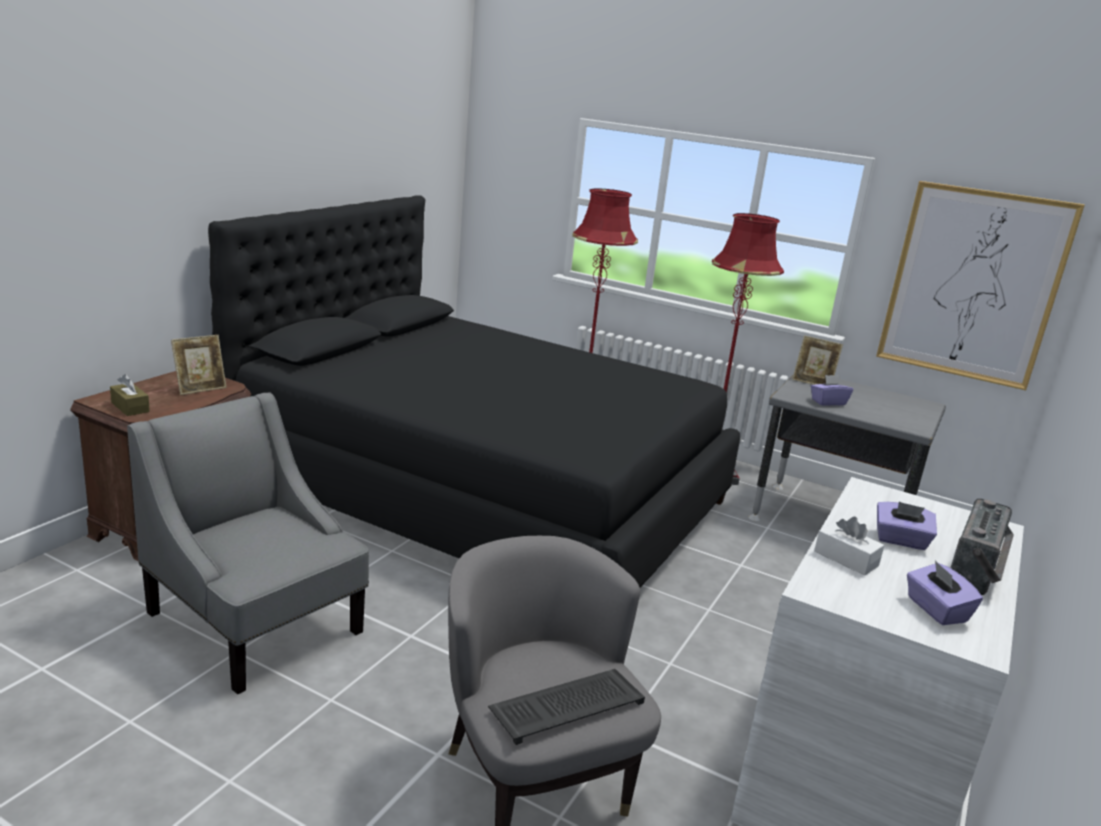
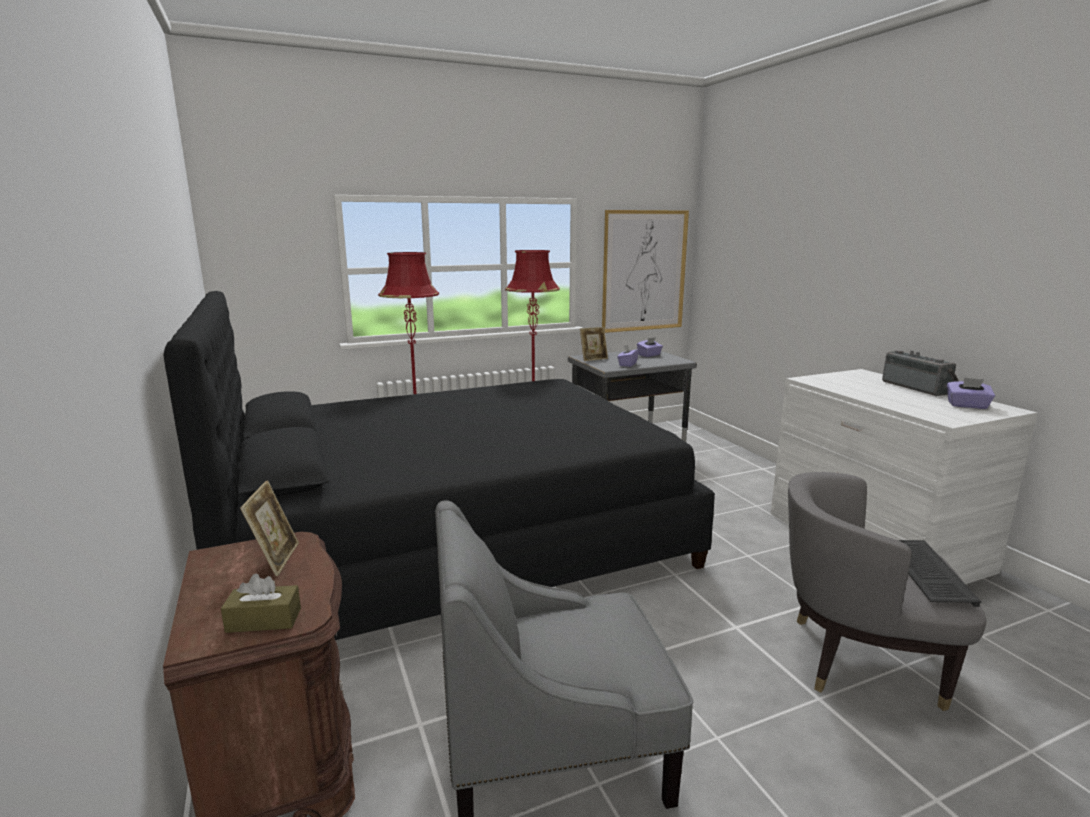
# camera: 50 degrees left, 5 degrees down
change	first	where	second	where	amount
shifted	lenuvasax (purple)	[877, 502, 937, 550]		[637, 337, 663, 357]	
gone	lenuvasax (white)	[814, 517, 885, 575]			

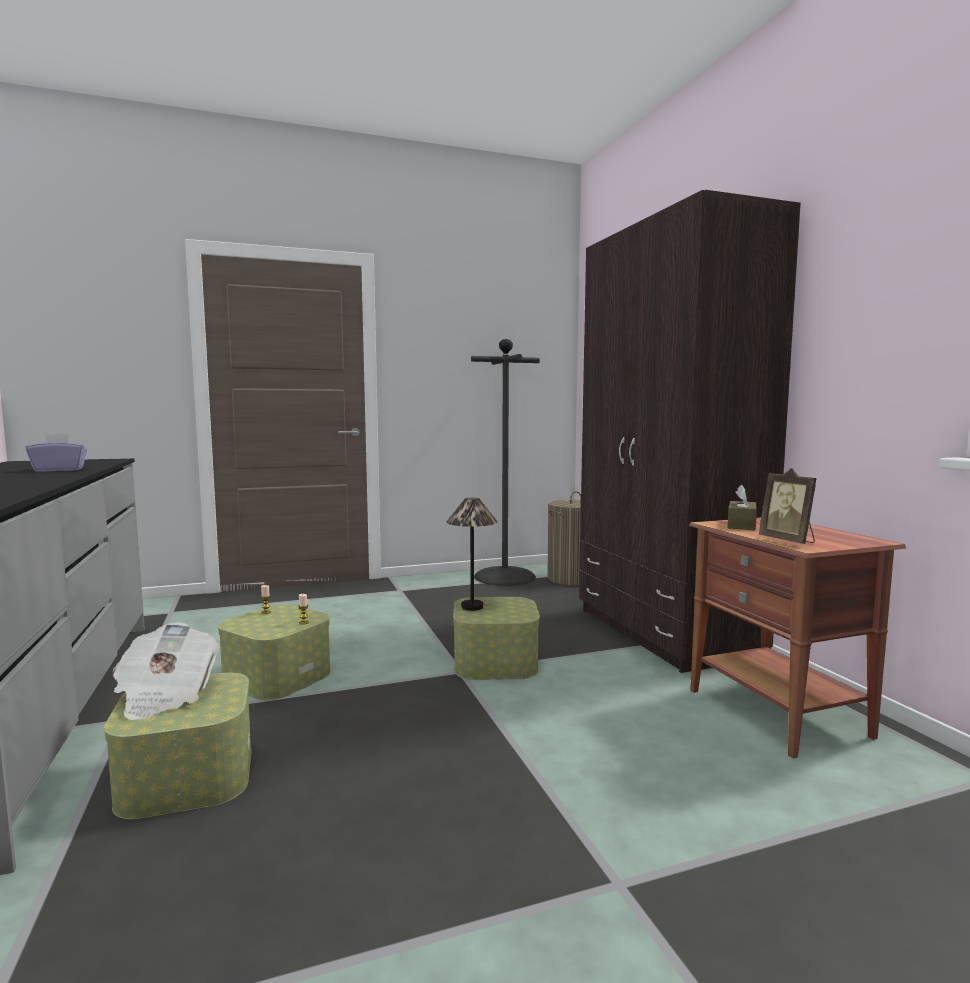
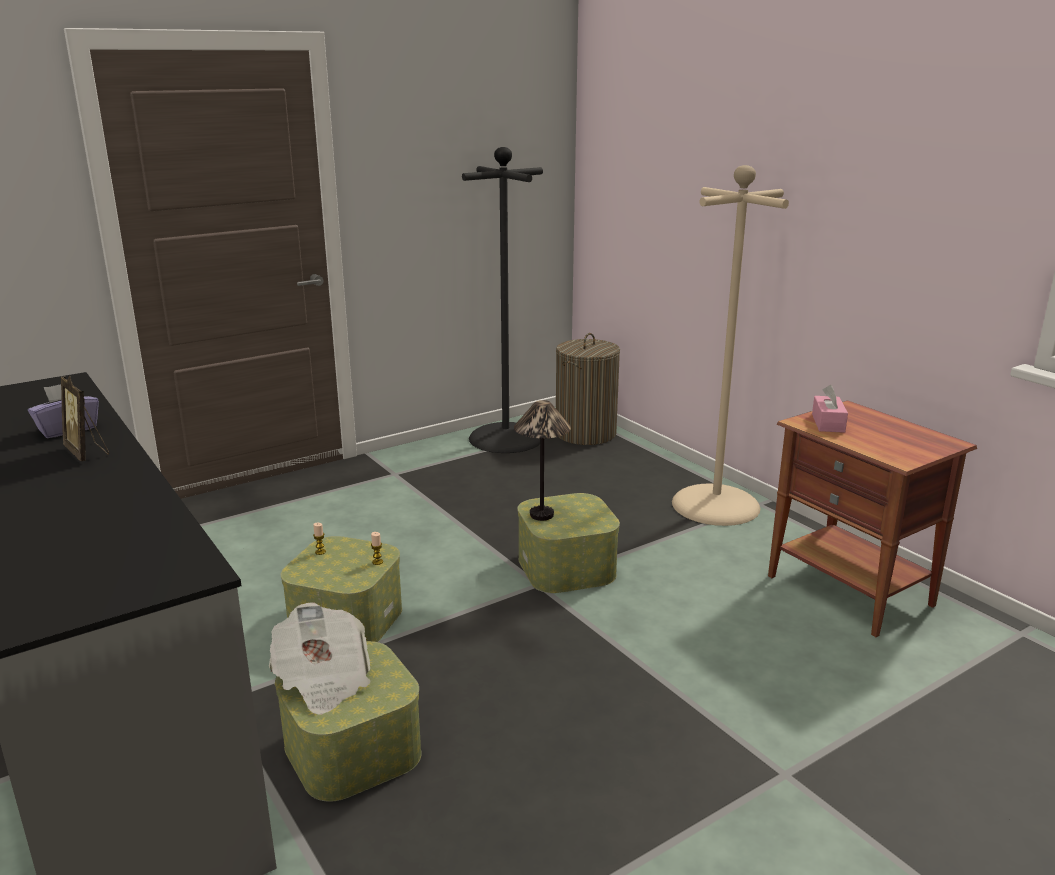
# camera: 15 degrees left, 15 degrees up
change	first	where	second	where	amount
swapped	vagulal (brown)	[579, 190, 801, 673]	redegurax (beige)	[672, 165, 789, 526]	
shifted	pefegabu	[759, 468, 817, 544]		[61, 376, 109, 461]	
repainted	lenuvasax (brown)	[728, 485, 757, 530]	lenuvasax (pink)	[812, 385, 848, 433]	

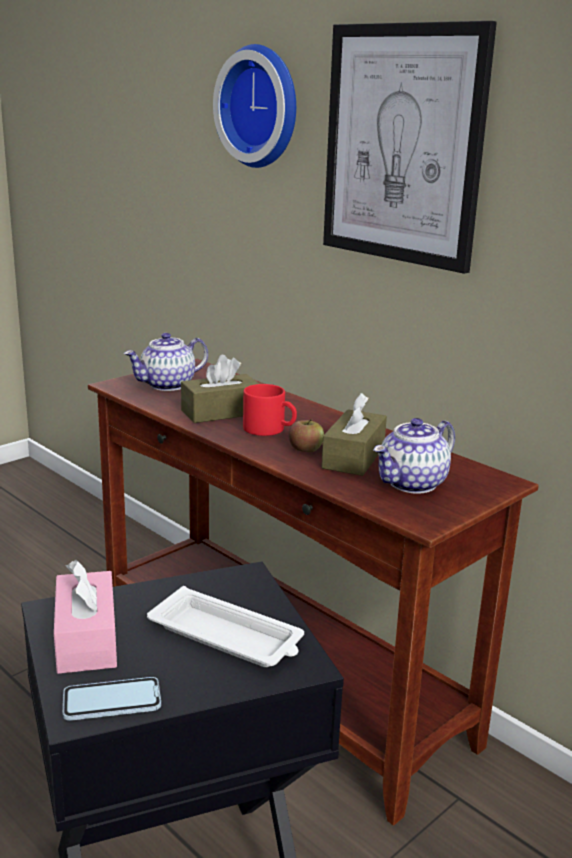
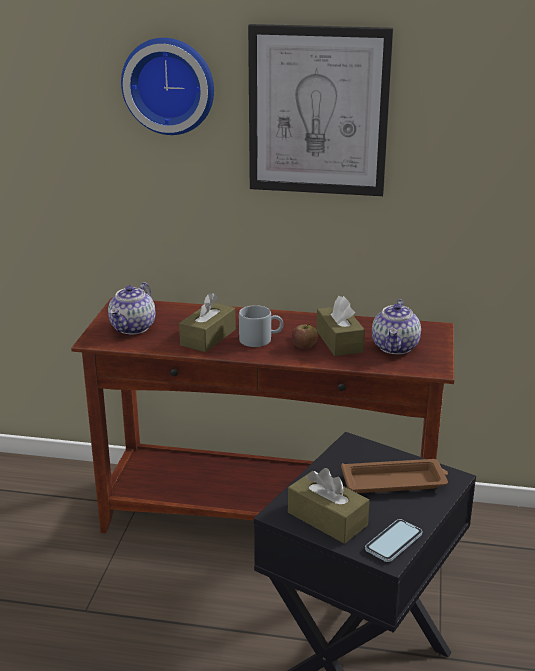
# camera: 35 degrees left, 5 degrees up
change	first	where	second	where	amount
repainted	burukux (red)	[243, 384, 297, 436]	burukux (grey)	[239, 305, 283, 347]	
repainted	lenuvasax (pink)	[54, 560, 117, 674]	lenuvasax (brown)	[288, 468, 370, 544]	
repainted	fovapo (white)	[147, 586, 304, 667]	fovapo (brown)	[341, 459, 448, 493]	

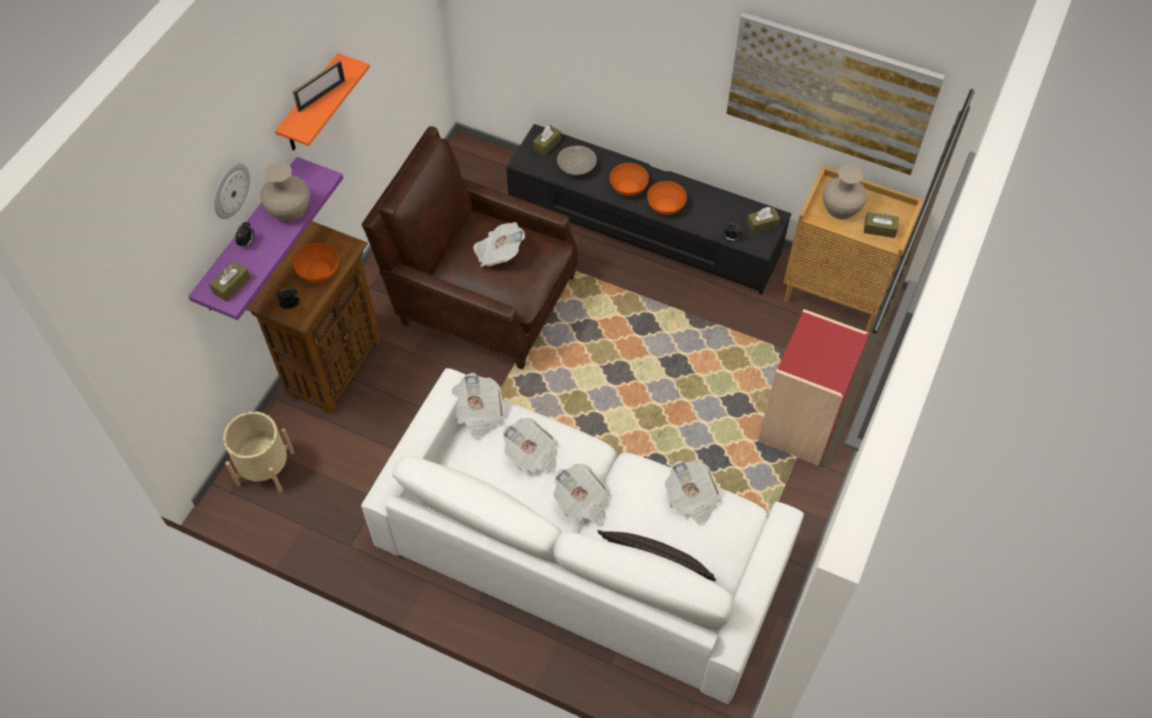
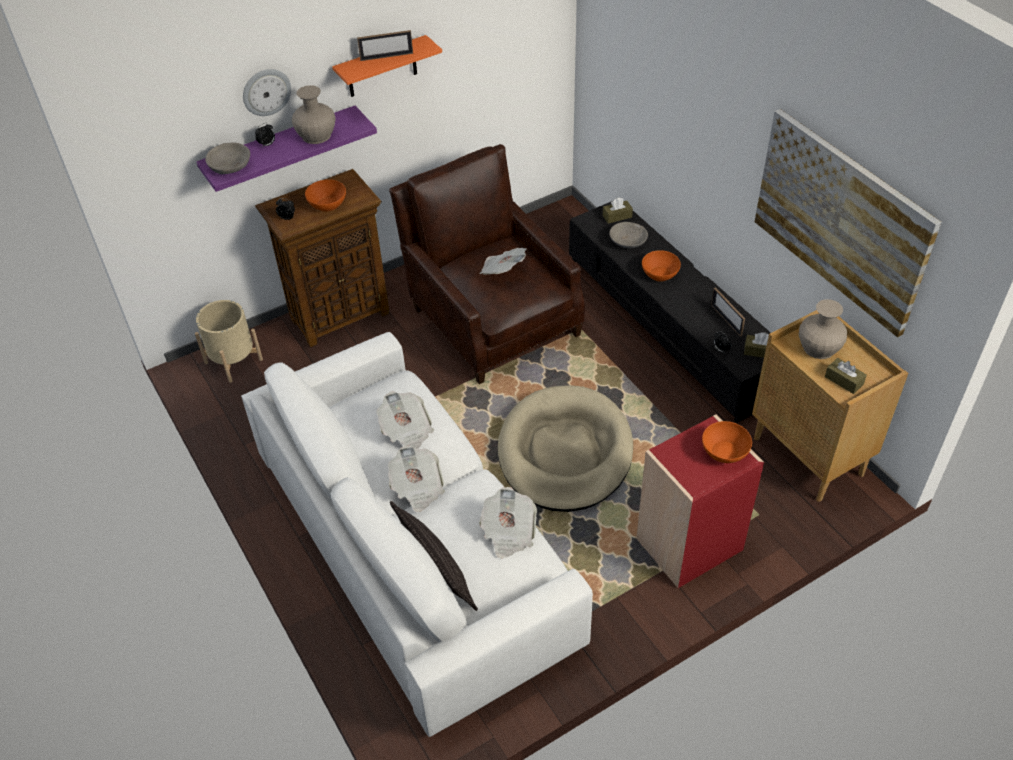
# camera: 35 degrees right, 10 degrees down
change	first	where	second	where	amount
shifted	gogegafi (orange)	[647, 181, 687, 215]		[702, 421, 752, 463]	
swapped	lenuvasax (brown)	[209, 261, 251, 302]	gogegafi (grey)	[205, 142, 250, 174]	
gone	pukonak	[452, 373, 504, 439]			
new			pefegabu	[711, 287, 745, 337]	
new			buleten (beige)	[498, 385, 633, 512]	

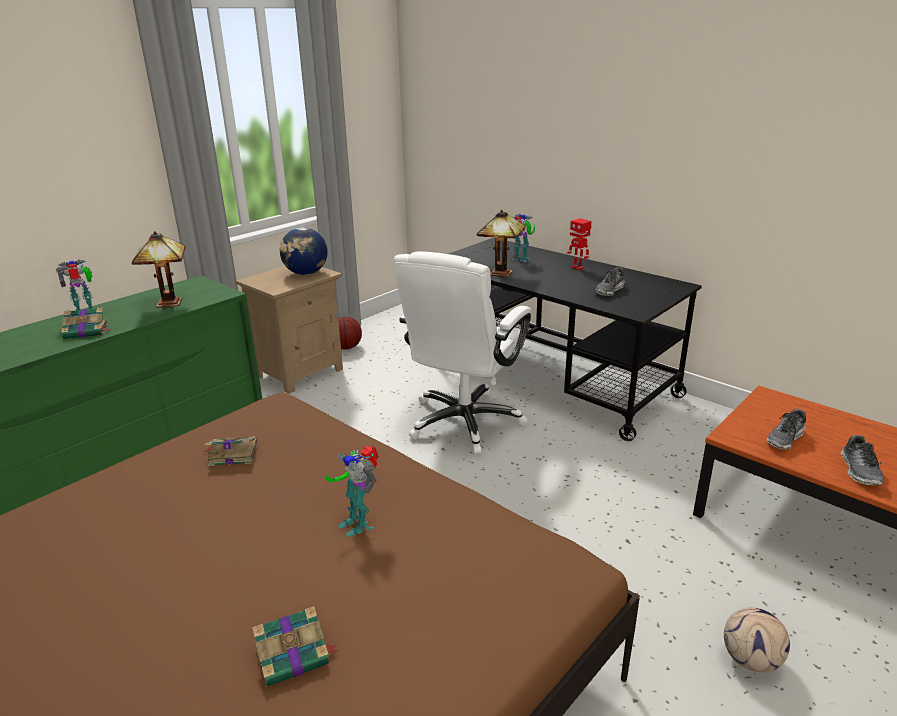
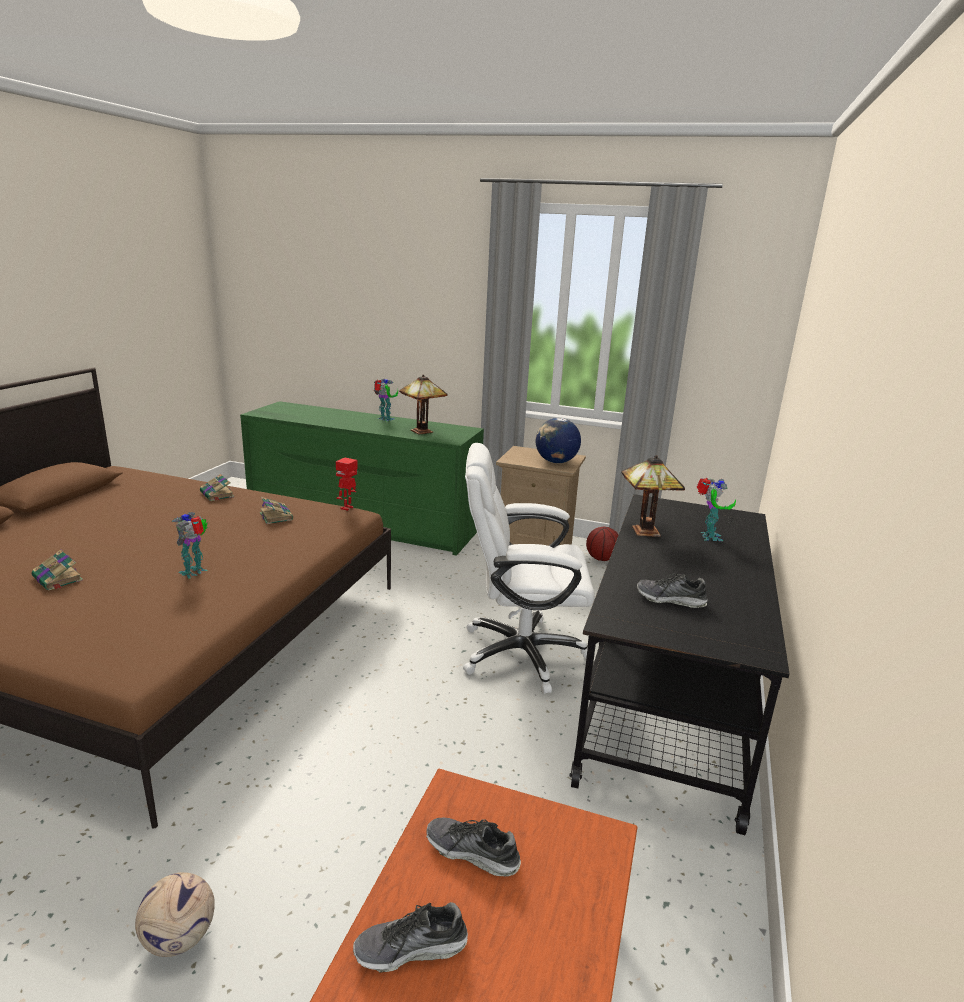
# camera: 65 degrees right, 5 degrees down
change	first	where	second	where	amount
shifted	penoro	[567, 218, 591, 270]		[336, 458, 358, 511]	
shifted	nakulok	[61, 307, 111, 339]		[200, 474, 234, 501]	

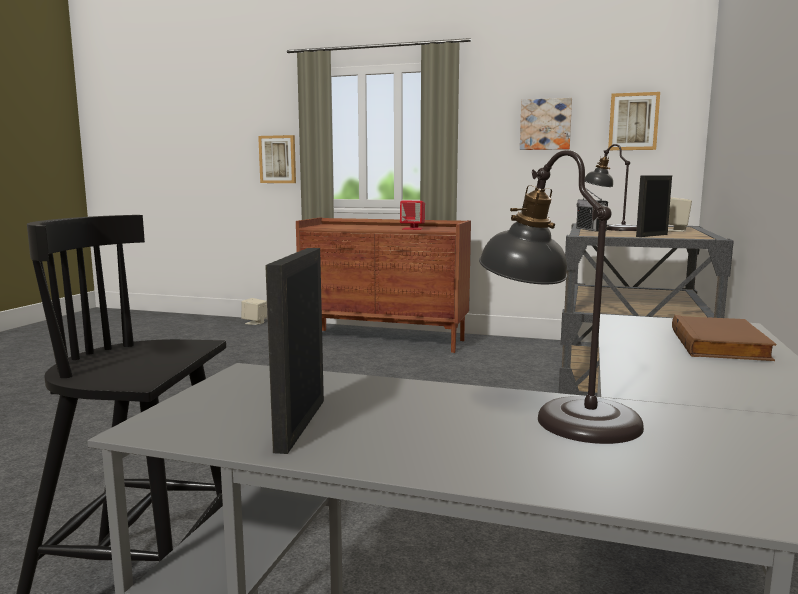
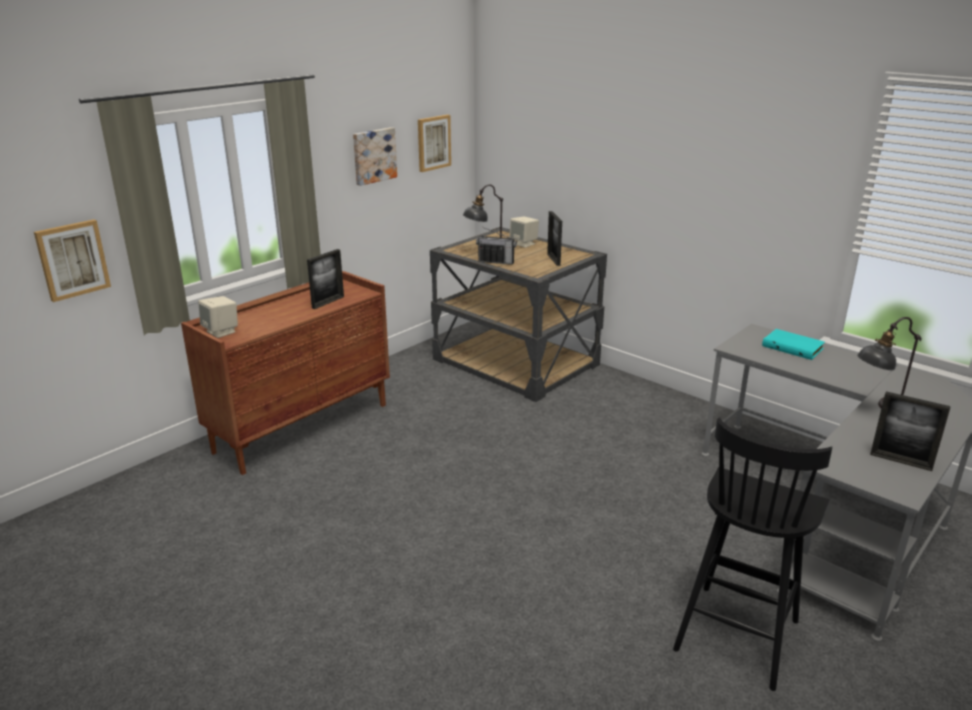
# camera: 65 degrees left, 15 degrees up
change	first	where	second	where	amount
swapped	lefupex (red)	[400, 201, 425, 230]	pefegabu	[307, 249, 344, 309]	
shifted	lefupex (beige)	[241, 298, 267, 325]		[198, 296, 238, 338]	
repainted	nakulok (brown)	[672, 315, 776, 361]	nakulok (turquoise)	[762, 329, 825, 360]	

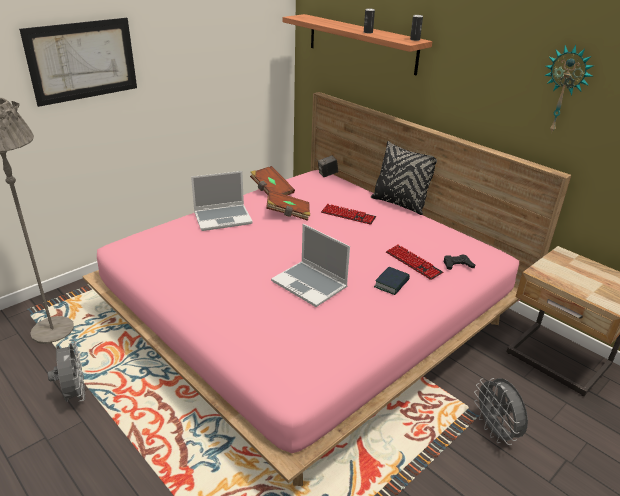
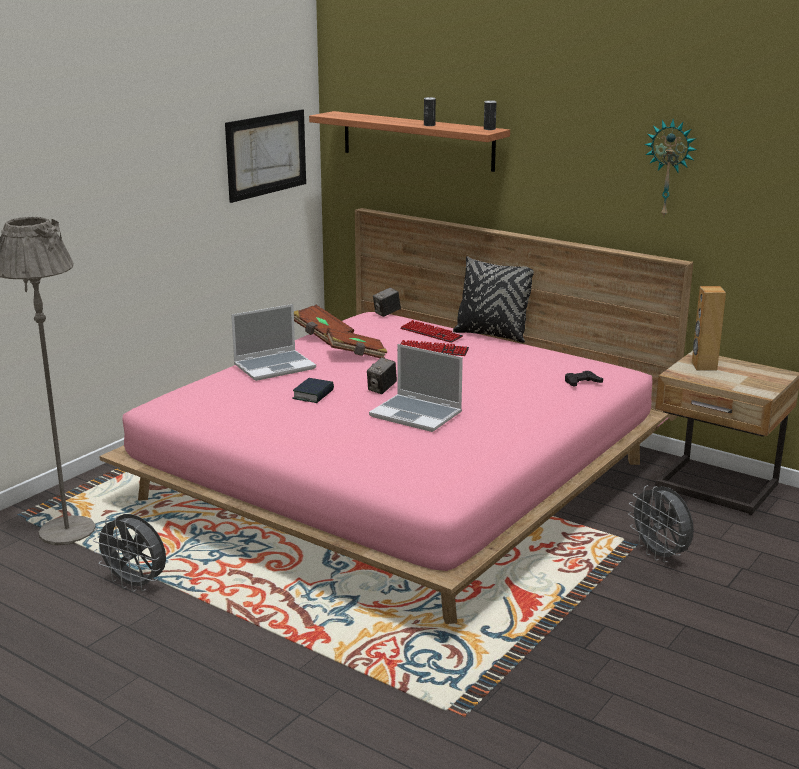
# camera: 10 degrees left, 10 degrees down
change	first	where	second	where	amount
shifted	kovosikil	[19, 18, 137, 107]		[225, 109, 306, 203]	
shifted	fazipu	[386, 244, 443, 280]		[400, 320, 463, 343]	
shifted	nakulok	[374, 267, 410, 295]		[292, 378, 334, 403]	
rotated	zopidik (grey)	[48, 339, 85, 402]		[93, 514, 166, 592]	150 degrees clockwise
new			lefupex (brown)	[692, 286, 726, 371]	
new			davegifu	[367, 357, 397, 394]	

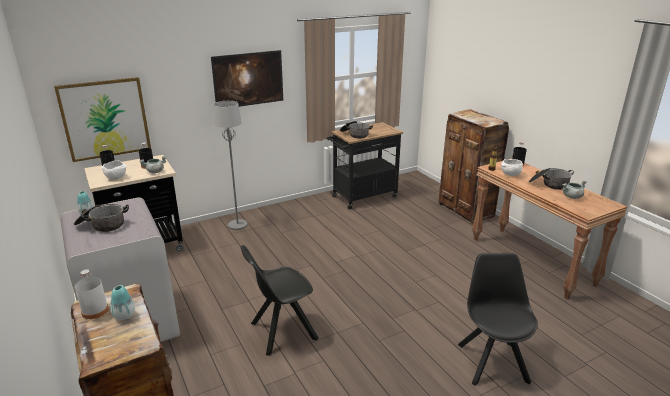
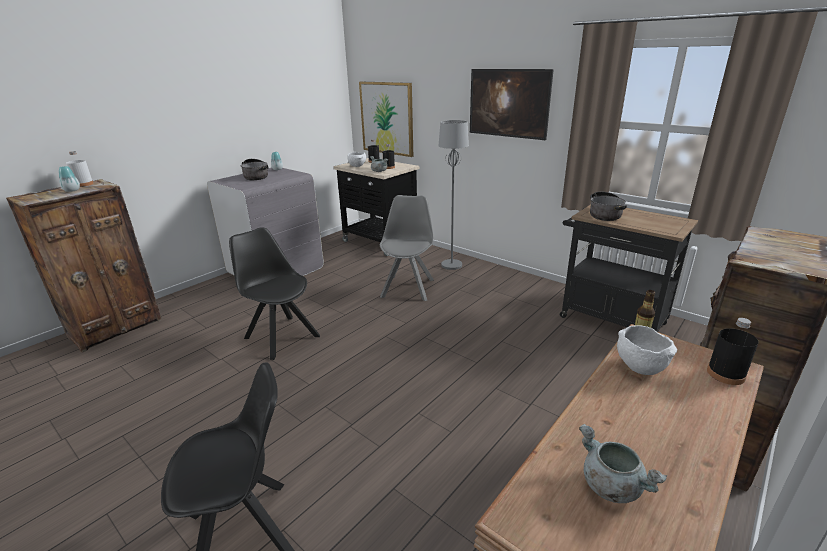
# camera: 70 degrees right, 0 degrees up
change	first	where	second	where	amount
gone	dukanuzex	[529, 168, 574, 190]			
new			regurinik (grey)	[380, 195, 434, 301]	

